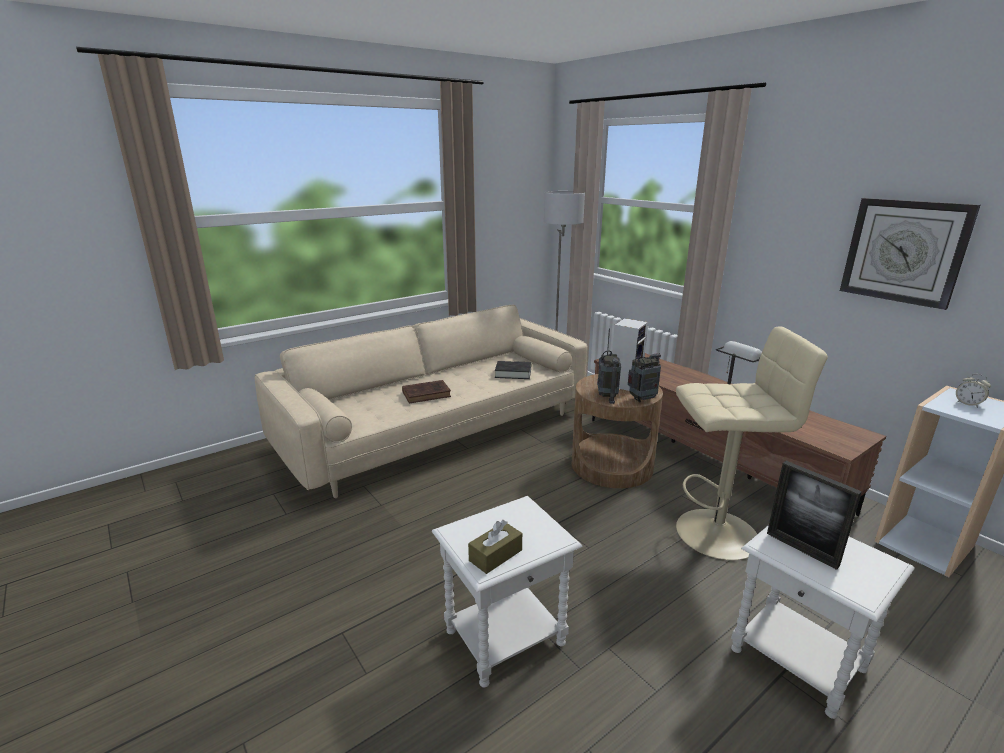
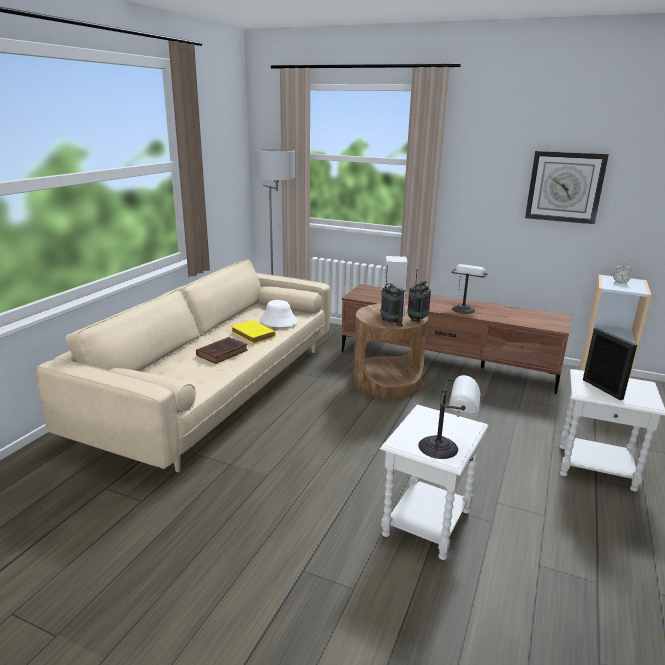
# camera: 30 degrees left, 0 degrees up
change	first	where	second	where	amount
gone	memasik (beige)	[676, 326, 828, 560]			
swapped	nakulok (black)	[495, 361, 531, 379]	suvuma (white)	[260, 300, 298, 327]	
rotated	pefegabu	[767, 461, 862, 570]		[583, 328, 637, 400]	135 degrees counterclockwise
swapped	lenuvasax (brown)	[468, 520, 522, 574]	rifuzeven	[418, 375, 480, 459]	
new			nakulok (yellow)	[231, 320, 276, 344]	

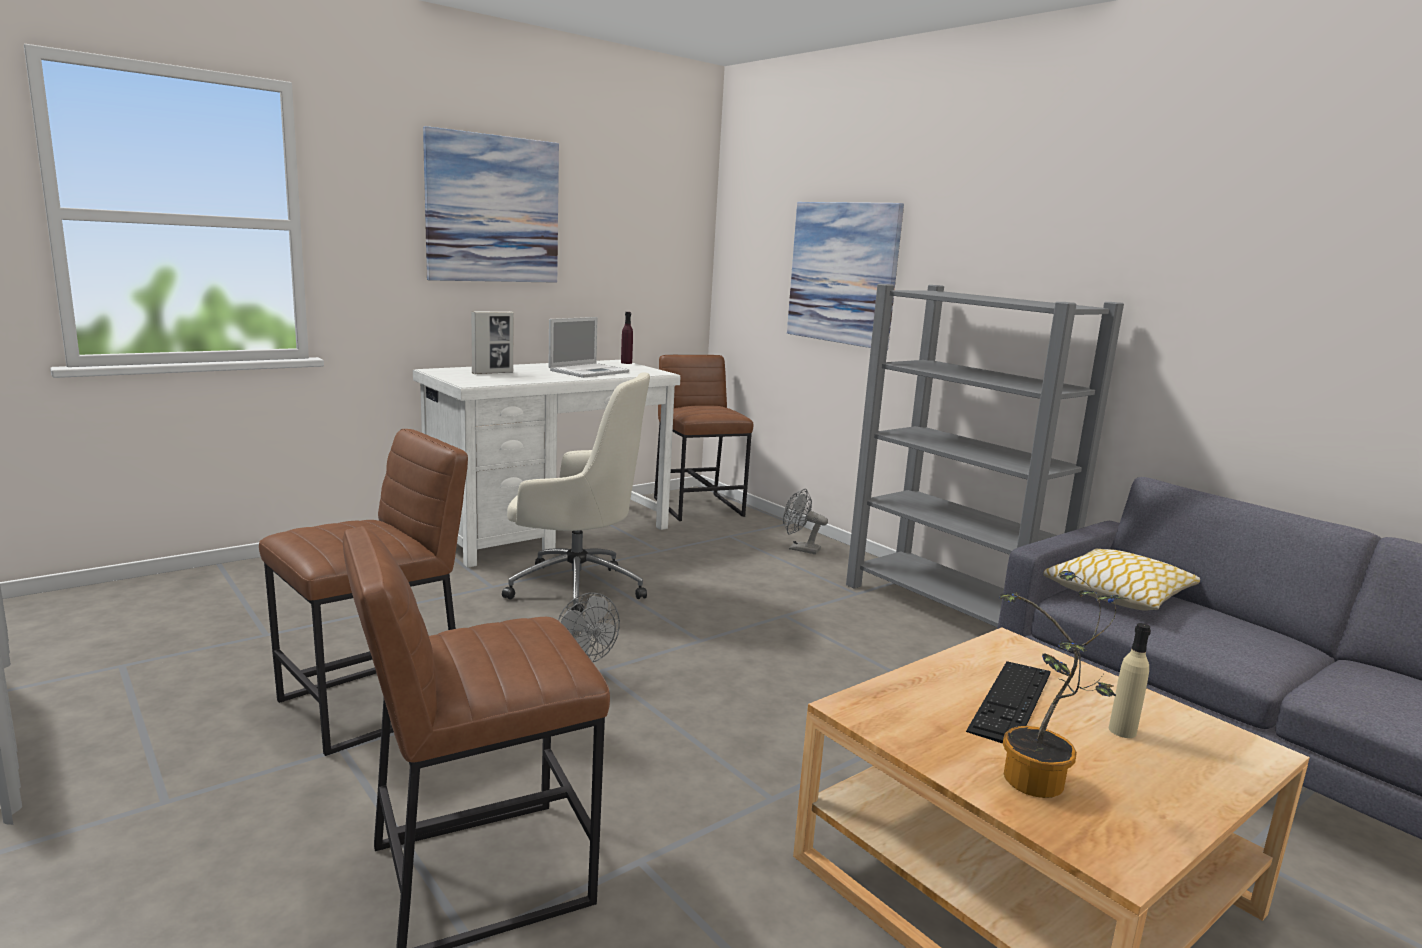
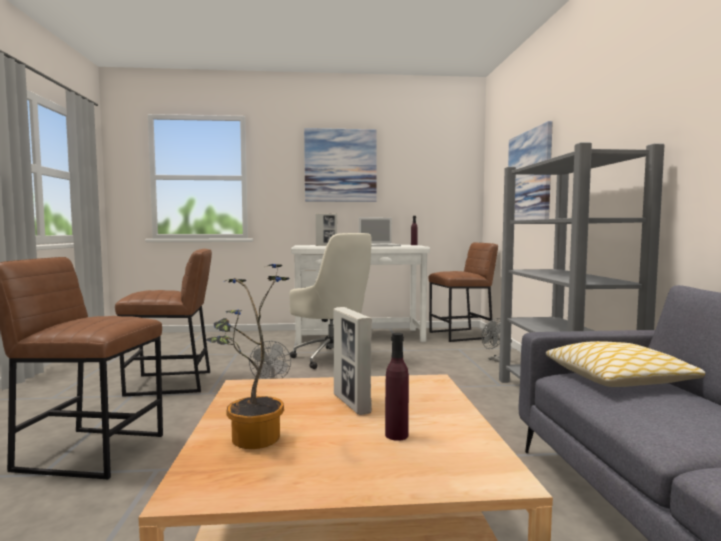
# camera: 35 degrees right, 10 degrees down
change	first	where	second	where	amount
rotated	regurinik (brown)	[654, 355, 753, 521]		[428, 243, 498, 342]	60 degrees clockwise
repainted	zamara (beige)	[1109, 623, 1151, 738]	zamara (purple)	[385, 333, 409, 441]	
swapped	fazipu	[966, 661, 1051, 744]	pefegabu	[333, 307, 372, 415]	

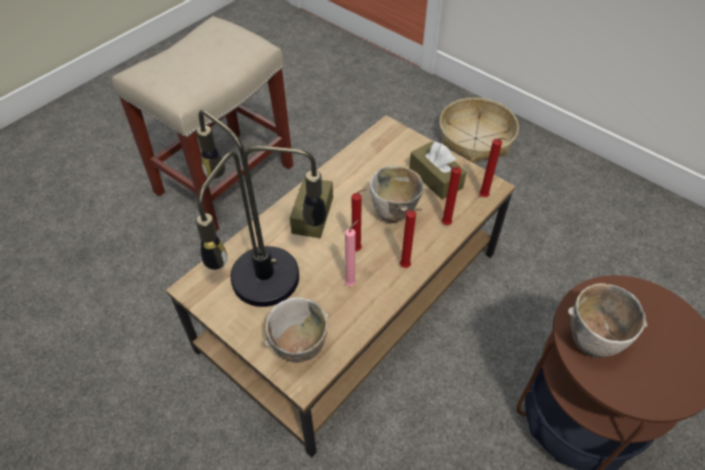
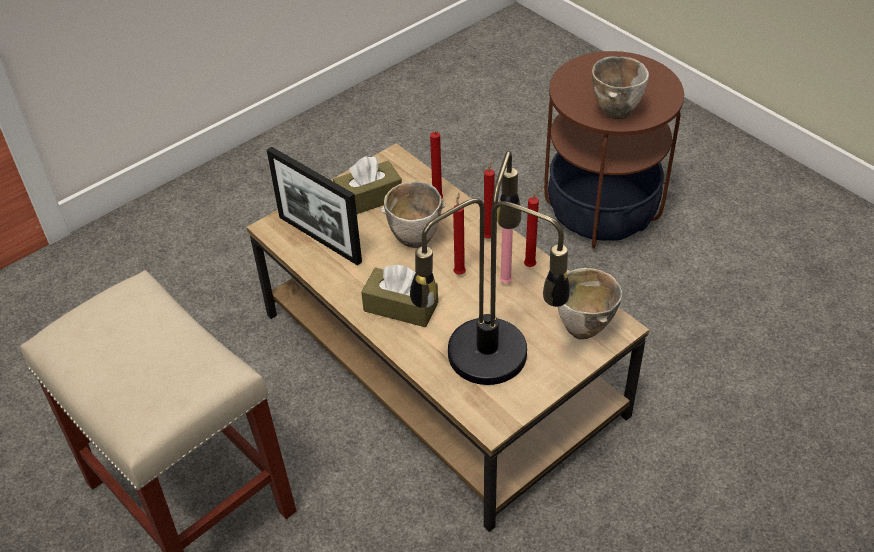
# camera: 80 degrees left, 5 degrees down
change	first	where	second	where	amount
gone	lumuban	[439, 98, 519, 163]			
shifted	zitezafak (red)	[479, 138, 507, 197]		[524, 188, 542, 267]	
new			pefegabu	[267, 146, 362, 266]	

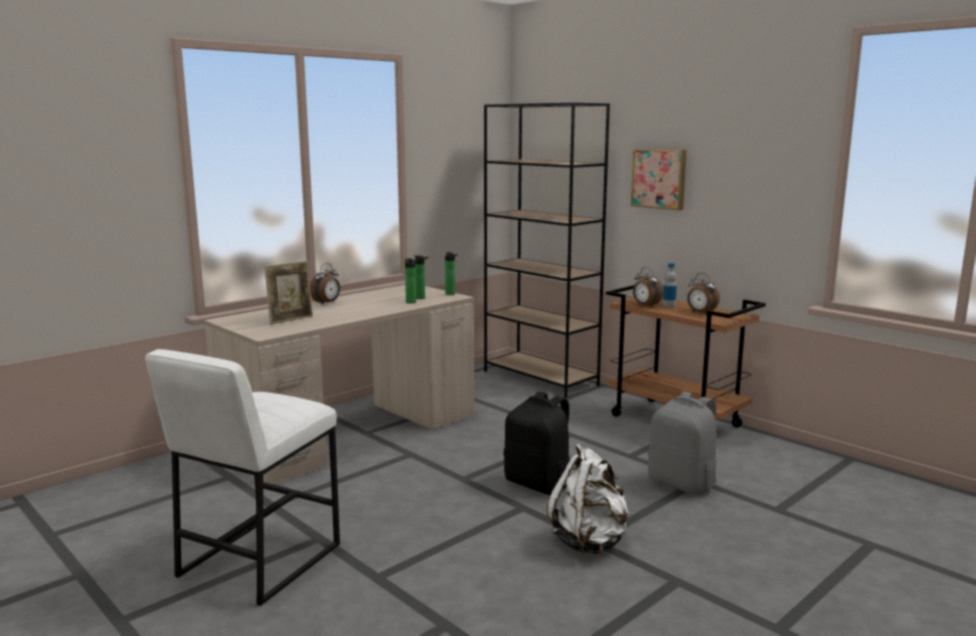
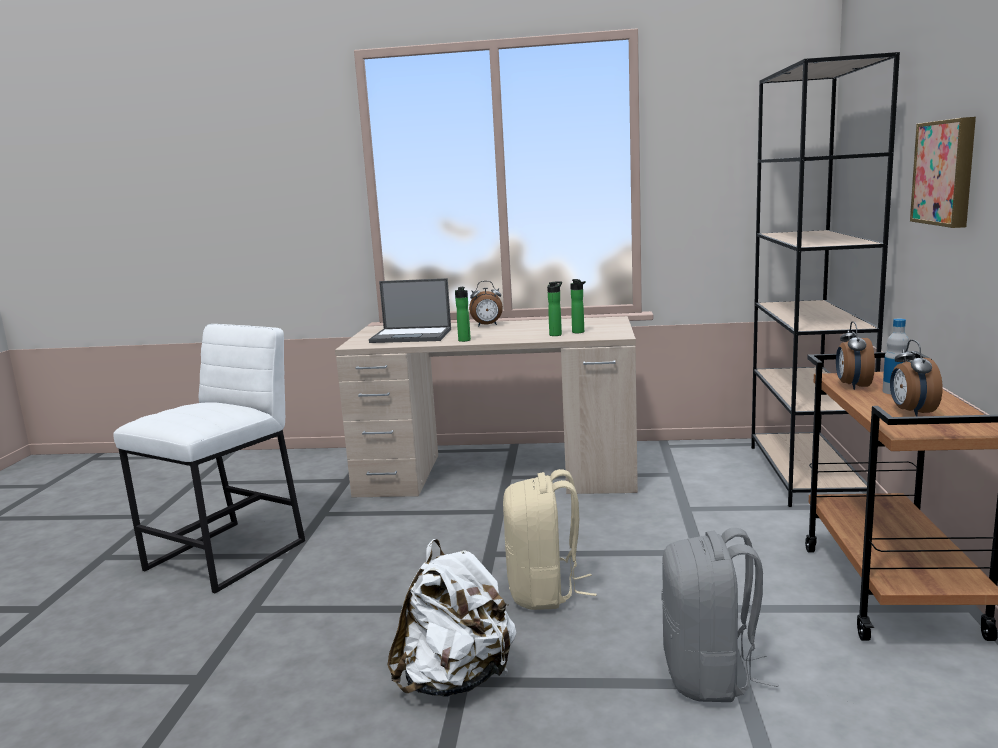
# camera: 50 degrees right, 0 degrees up
change	first	where	second	where	amount
shifted	zamara	[445, 252, 458, 295]		[455, 287, 471, 342]	
swapped	pefegabu	[264, 261, 313, 325]	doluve	[369, 278, 451, 343]	
rotated	regurinik (white)	[145, 349, 340, 606]		[113, 324, 305, 593]	135 degrees clockwise
repainted	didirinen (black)	[504, 392, 569, 495]	didirinen (beige)	[503, 469, 597, 610]	

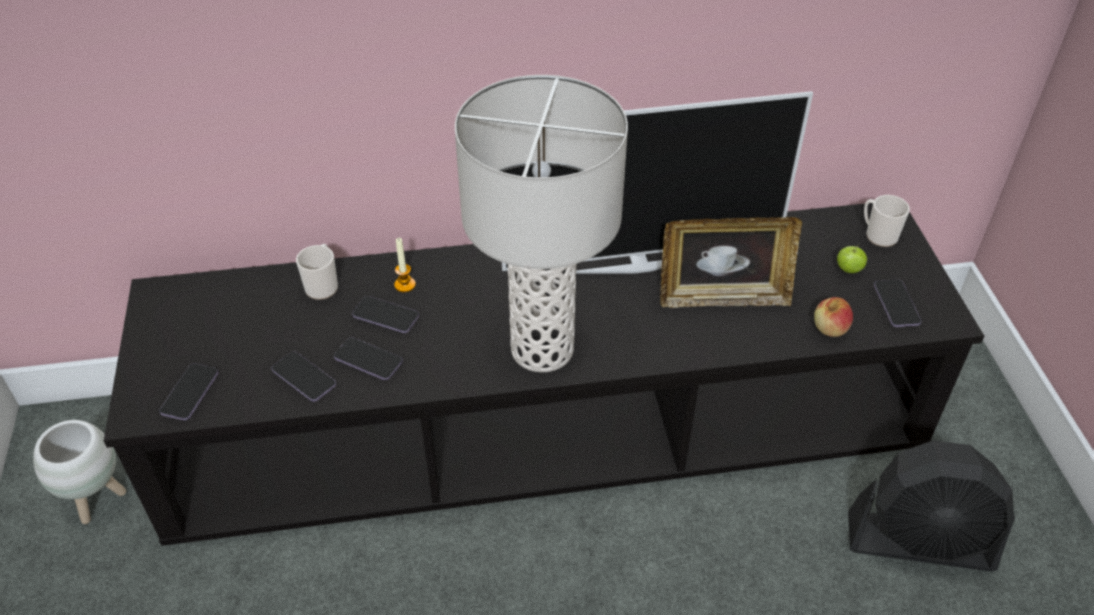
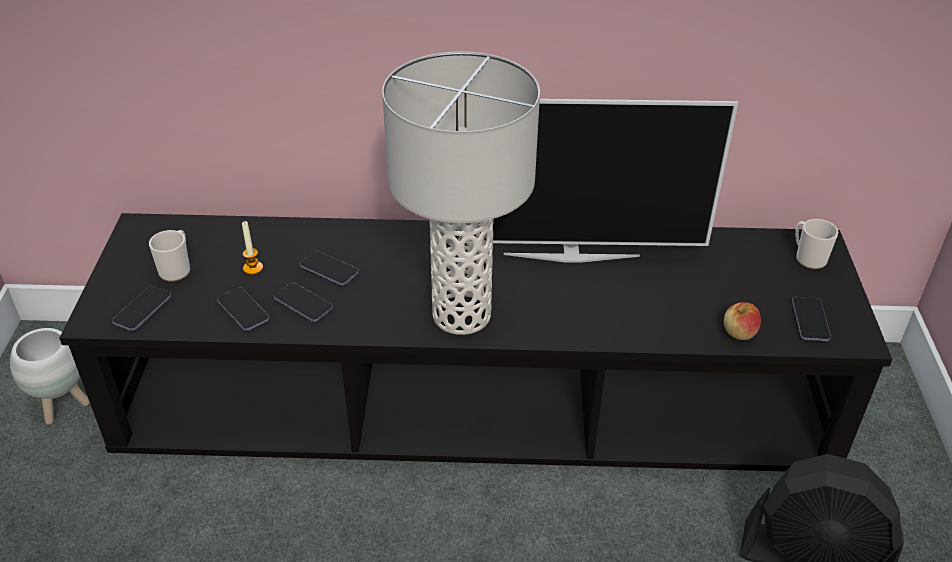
# camera: 10 degrees right, 5 degrees down
change	first	where	second	where	amount
gone	pefegabu	[660, 217, 802, 308]			
shifted	zitezafak	[394, 238, 416, 292]		[242, 221, 263, 275]	
shifted	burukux	[296, 244, 338, 300]		[149, 230, 190, 281]	
gone	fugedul	[837, 244, 867, 273]			

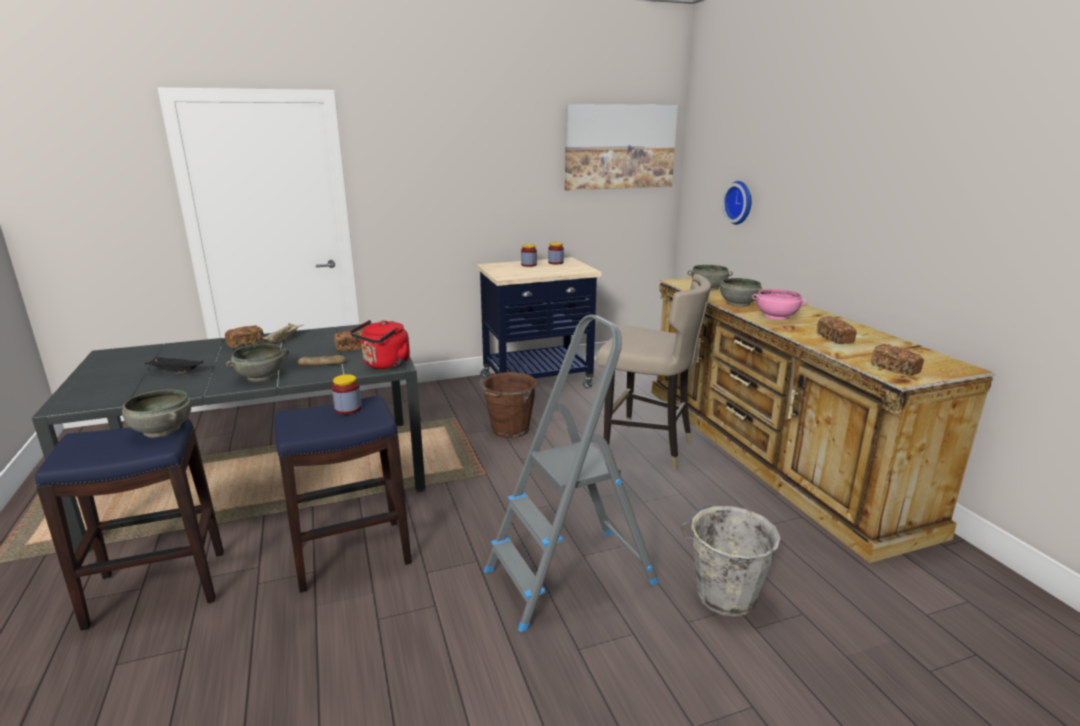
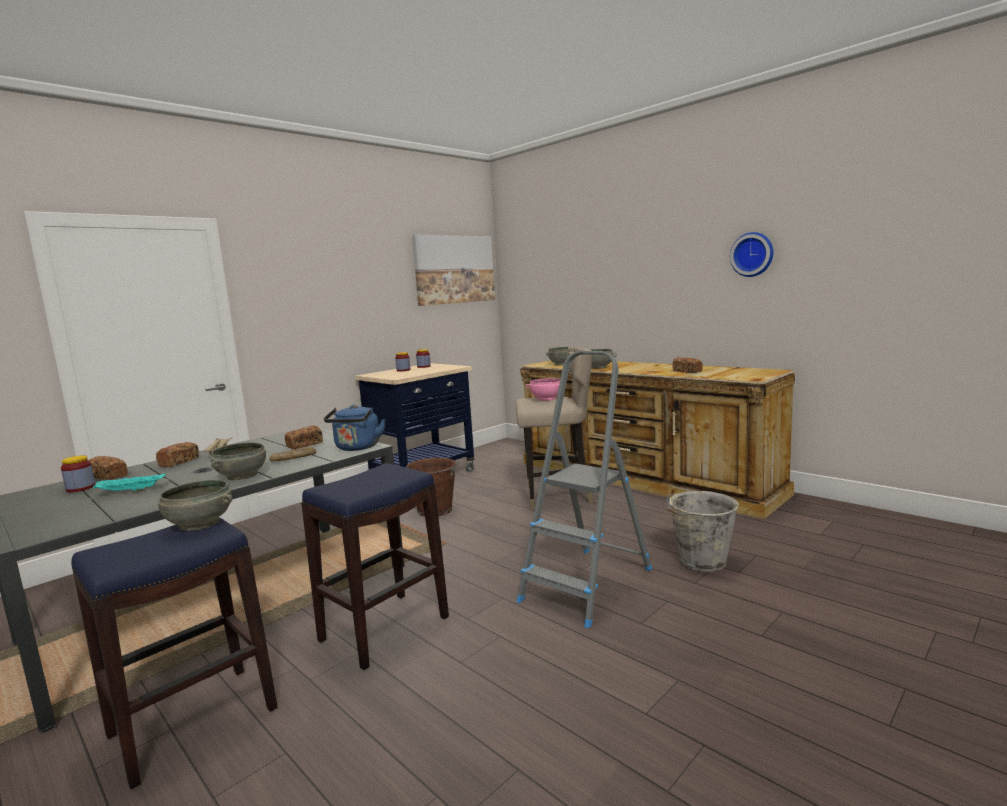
# camera: 25 degrees left, 10 degrees down
change	first	where	second	where	amount
shifted	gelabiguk	[722, 181, 752, 225]		[730, 232, 774, 277]	
shifted	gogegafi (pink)	[752, 289, 807, 320]		[525, 378, 567, 401]	
repainted	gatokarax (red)	[350, 320, 410, 369]	gatokarax (blue)	[324, 405, 386, 451]	
shifted	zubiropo	[871, 344, 924, 376]		[89, 456, 128, 480]	
repainted	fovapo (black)	[145, 357, 204, 373]	fovapo (turquoise)	[93, 473, 166, 492]	
shifted	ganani	[332, 374, 362, 415]		[61, 455, 95, 492]	

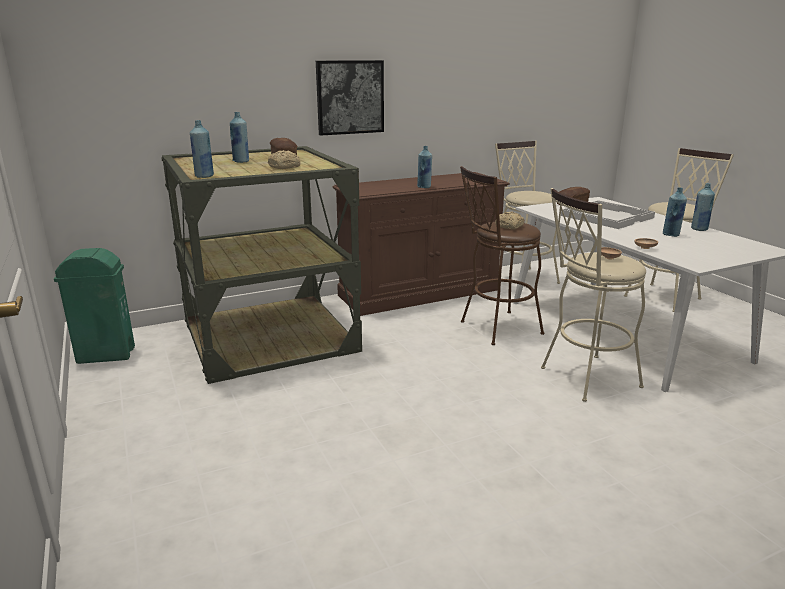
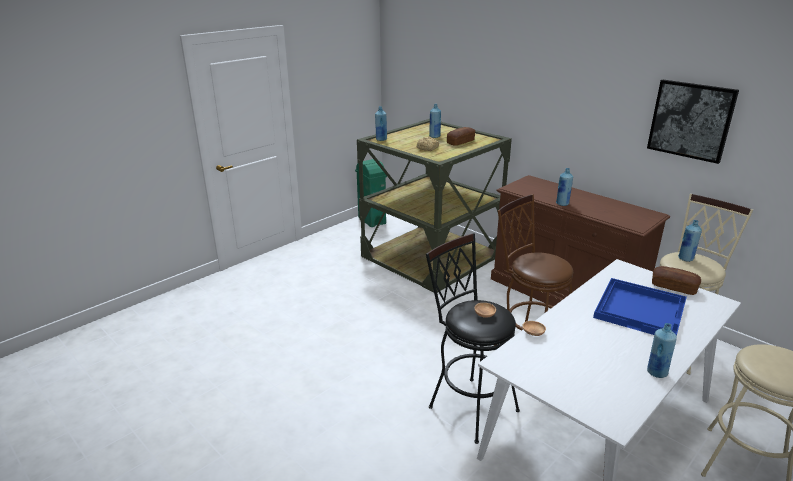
# camera: 70 degrees right, 5 degrees up
change	first	where	second	where	amount
shifted	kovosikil	[316, 60, 384, 136]		[647, 80, 739, 164]	
repainted	memasik (beige)	[541, 188, 646, 402]	memasik (black)	[426, 233, 520, 444]	
shifted	zamara (blue)	[663, 188, 687, 237]		[678, 220, 702, 262]	
repainted	fovapo (white)	[561, 200, 655, 229]	fovapo (blue)	[593, 278, 687, 336]	
gone	zubiropo	[495, 211, 525, 230]			

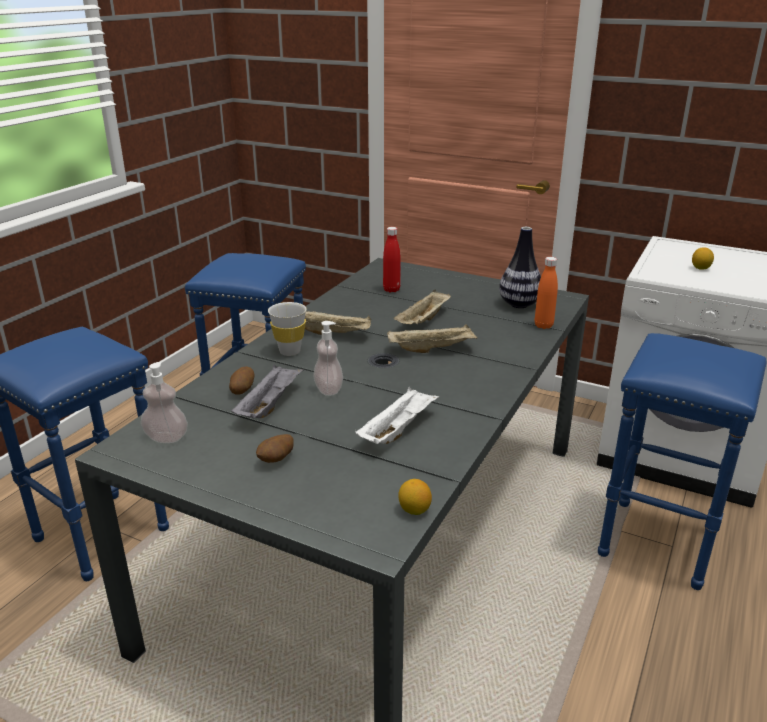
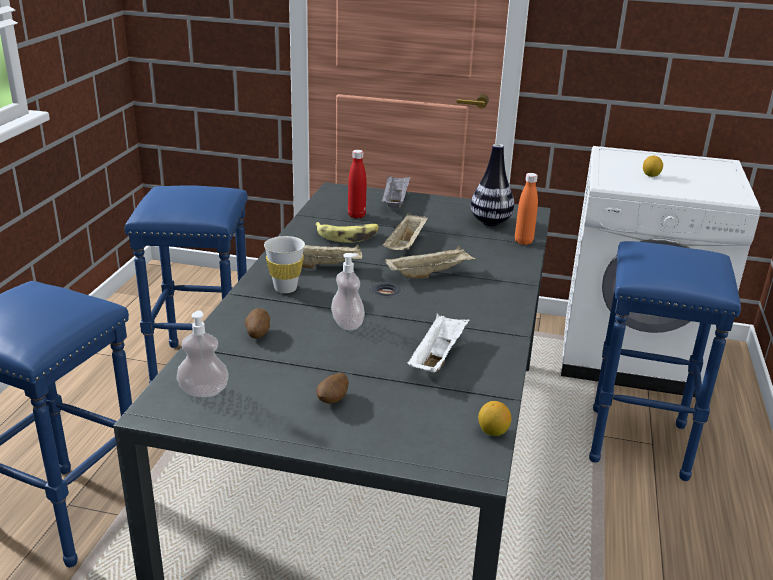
# camera: 15 degrees left, 0 degrees up
change	first	where	second	where	amount
shifted	fovapo (grey)	[231, 364, 304, 418]		[381, 175, 411, 208]	
new			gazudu	[315, 222, 379, 243]	

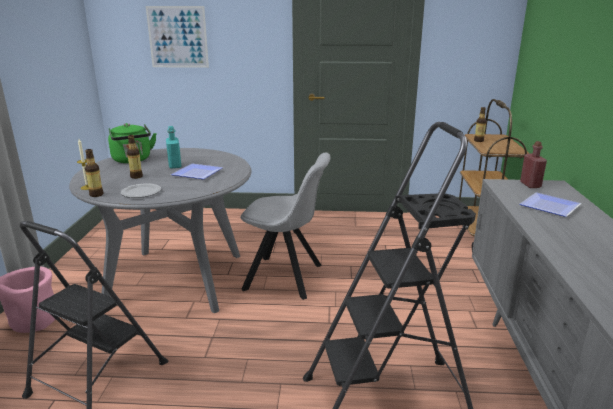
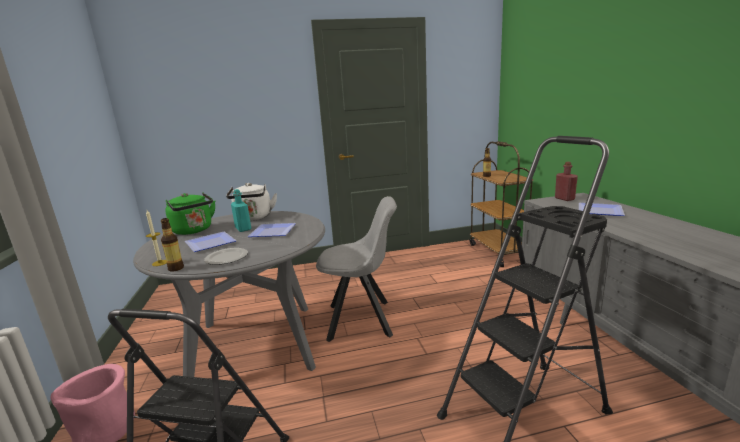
# camera: 15 degrees left, 5 degrees down
change	first	where	second	where	amount
gone	kovosikil	[146, 6, 209, 68]			
swapped	zamara	[127, 135, 143, 179]	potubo	[185, 232, 236, 252]	
new			gatokarax (white)	[226, 183, 277, 221]	

